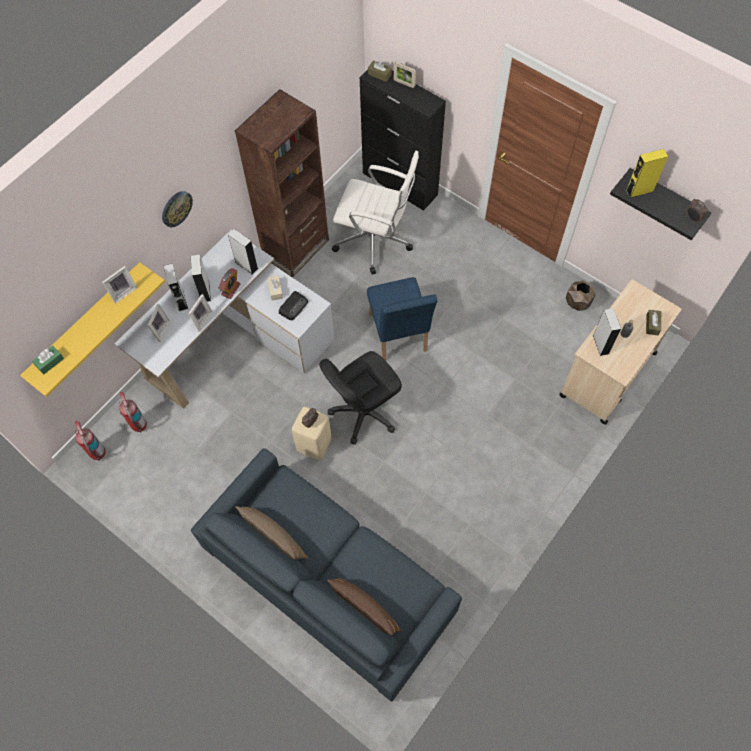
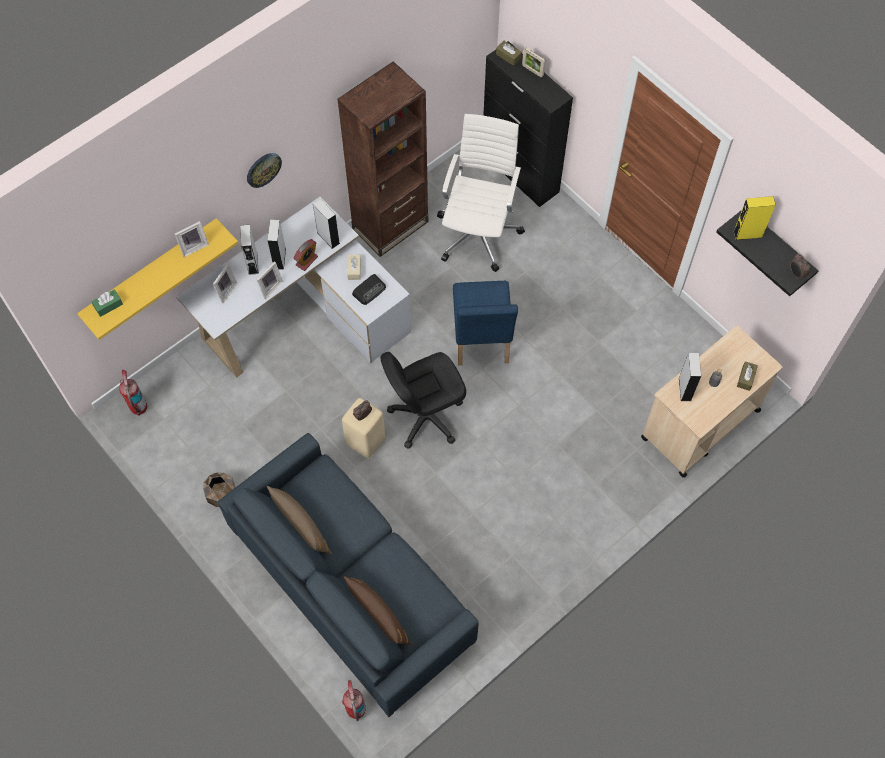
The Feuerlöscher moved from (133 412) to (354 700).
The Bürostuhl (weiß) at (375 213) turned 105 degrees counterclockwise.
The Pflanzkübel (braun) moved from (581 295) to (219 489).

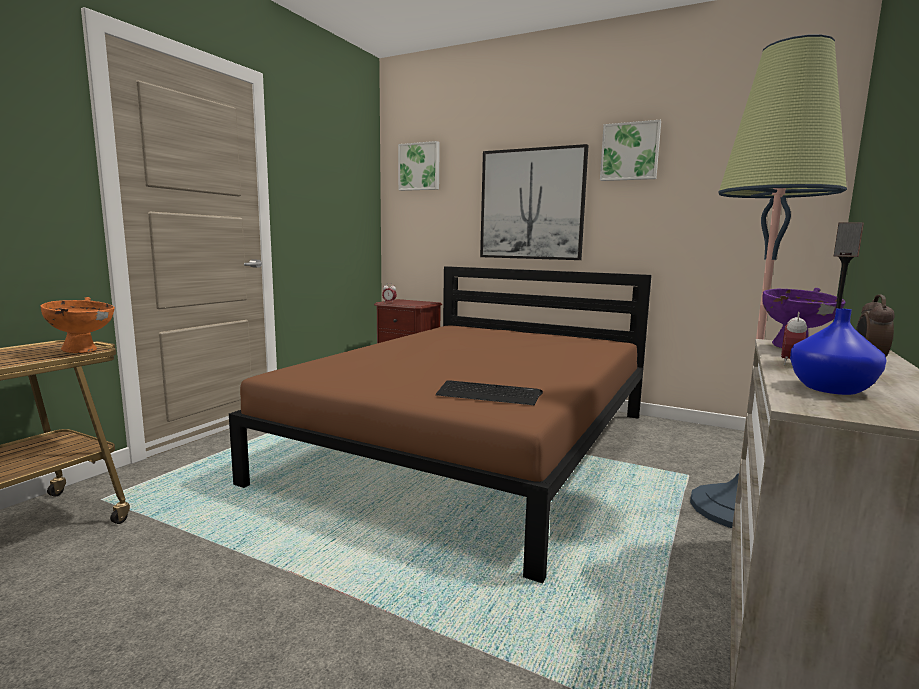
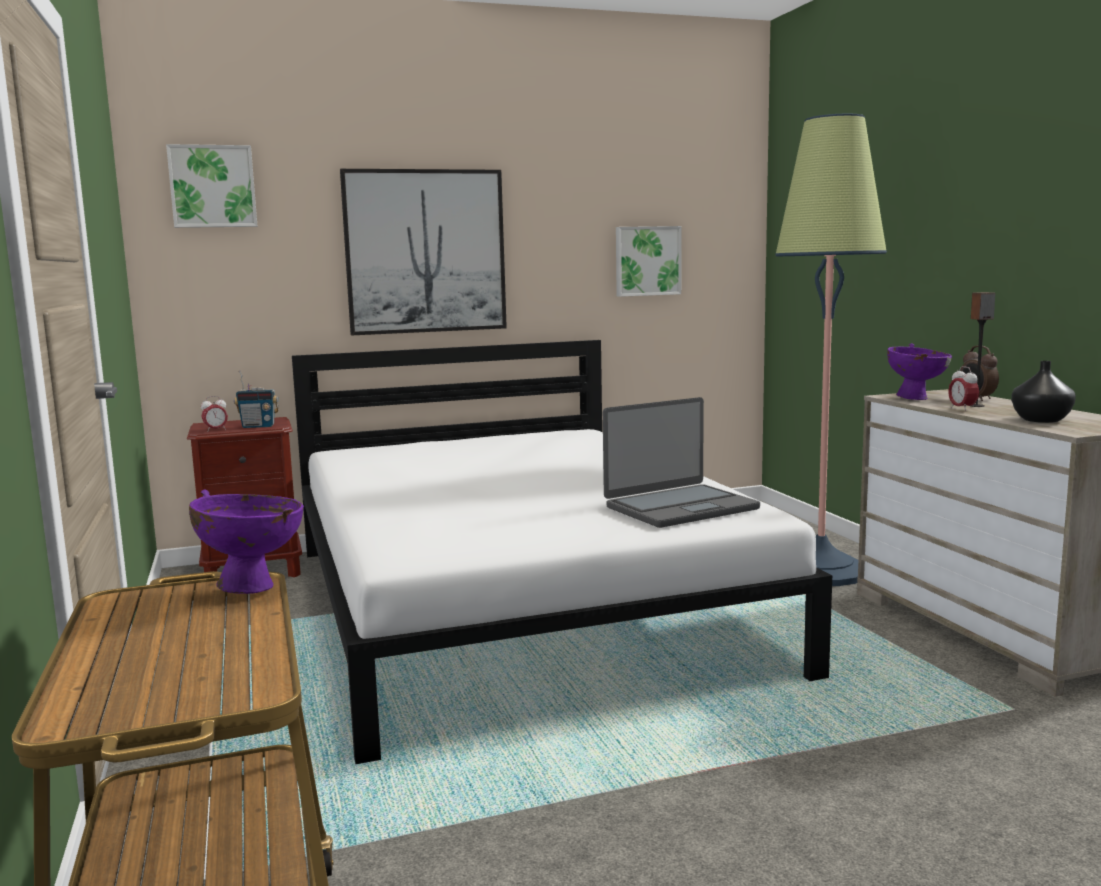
The Schüssel (orange) at (77 325) became the Schüssel (lila) at (246 541).
The Bett (braun) at (440 424) became the Bett (weiß) at (562 552).
The Tastatur at (489 393) was replaced by the Laptop at (681 462).
The Bild moved from (630 150) to (648 261).
The Vase (blau) at (838 351) became the Vase (schwarz) at (1043 392).
The Radio at (256 399) appeared.

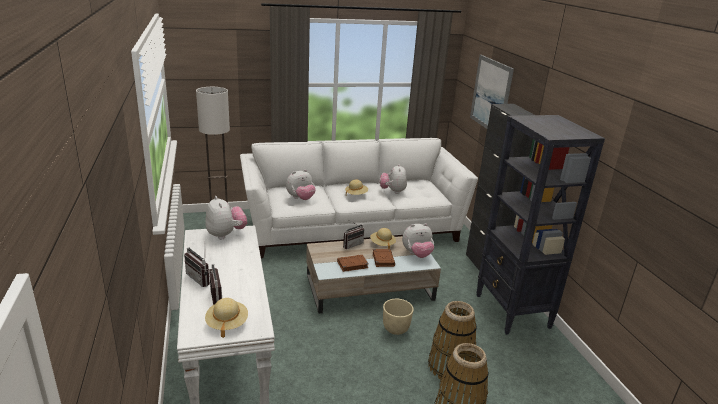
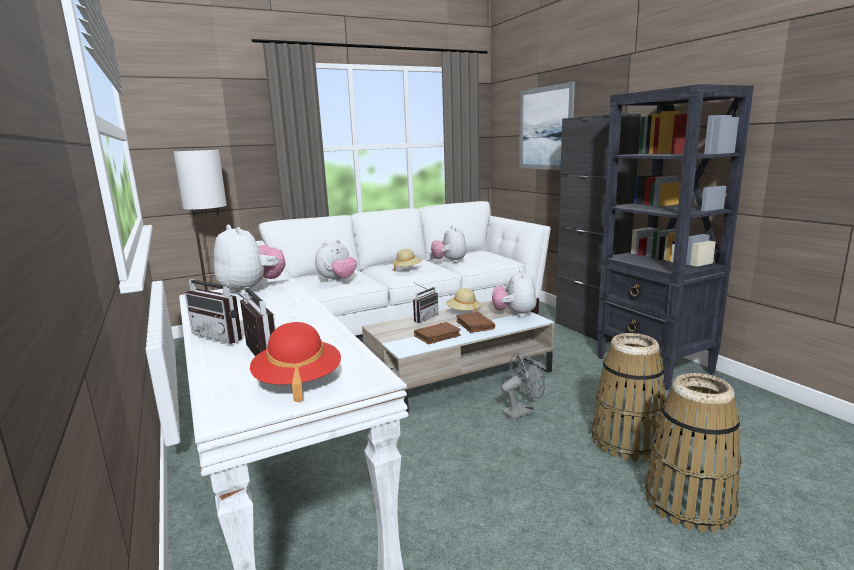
The Hut (beige) at (226 318) became the Hut (rot) at (295 362).
The Pflanzkübel (beige) at (398 317) was replaced by the Ventilator (grau) at (523 386).
The Plüschtier at (418 240) turned 120 degrees clockwise.

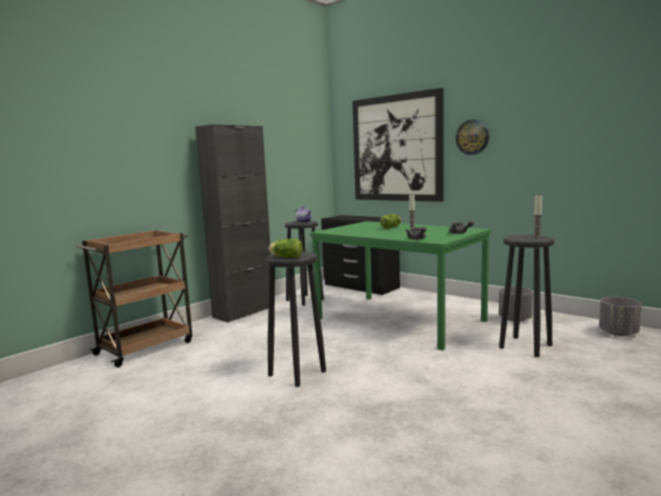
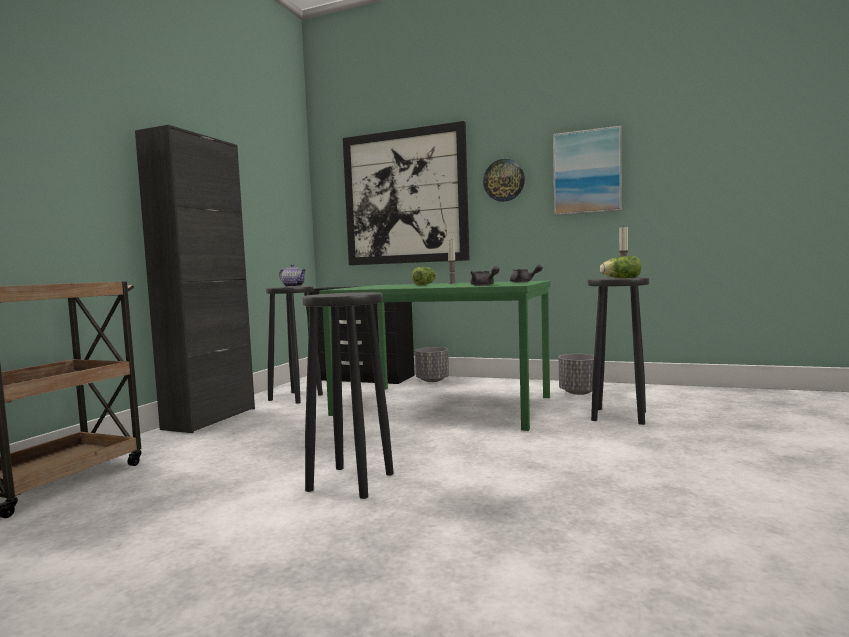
The Salatkopf moved from (285 248) to (620 267).
The Pflanzkübel (grau) moved from (620 316) to (432 364).
The Bild at (587 170) appeared.

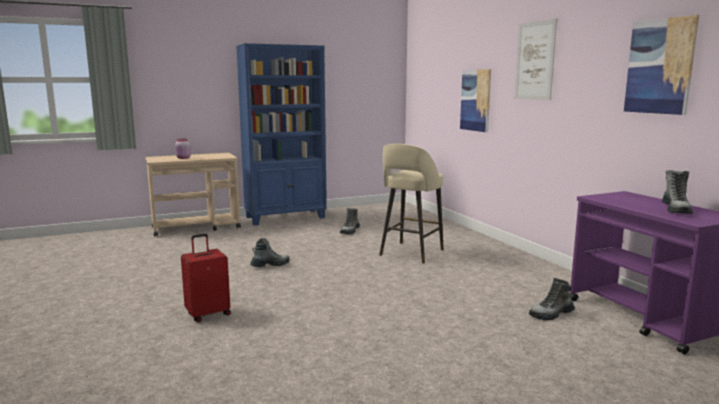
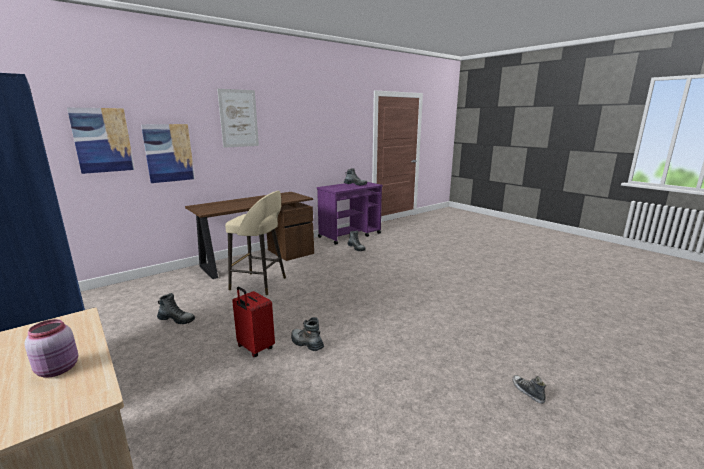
The Koffer (rot) moved from (206 278) to (253 322).
The Bild moved from (661 64) to (101 141).
The Schreibtisch (braun) at (249 235) appeared.
The Schuh at (529 389) appeared.

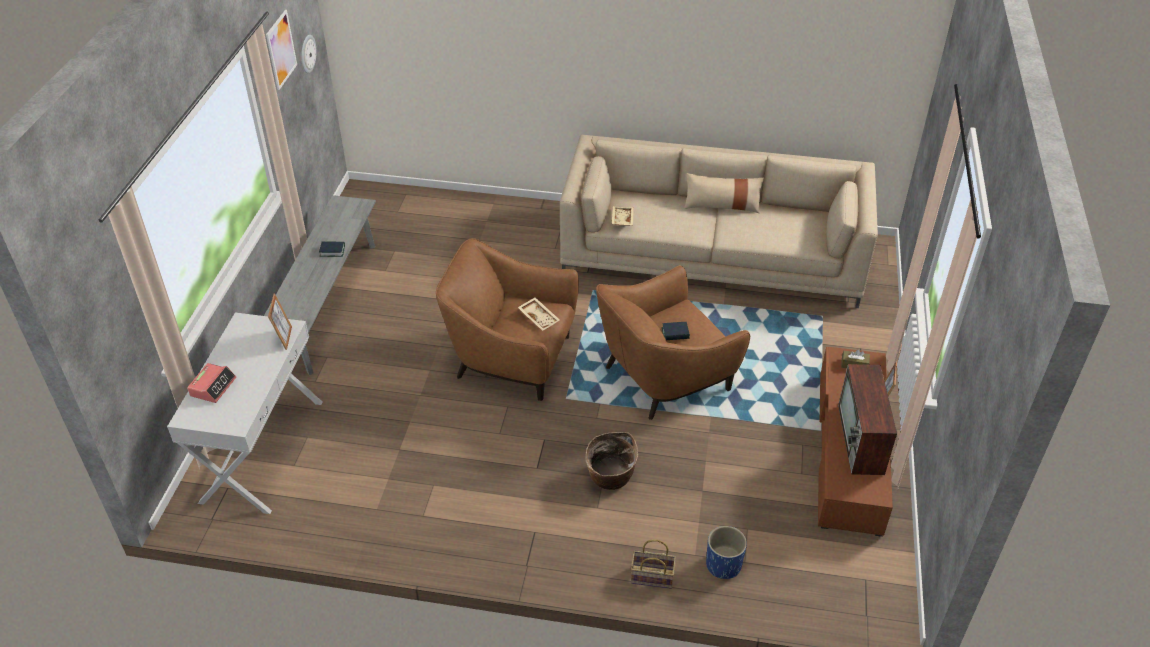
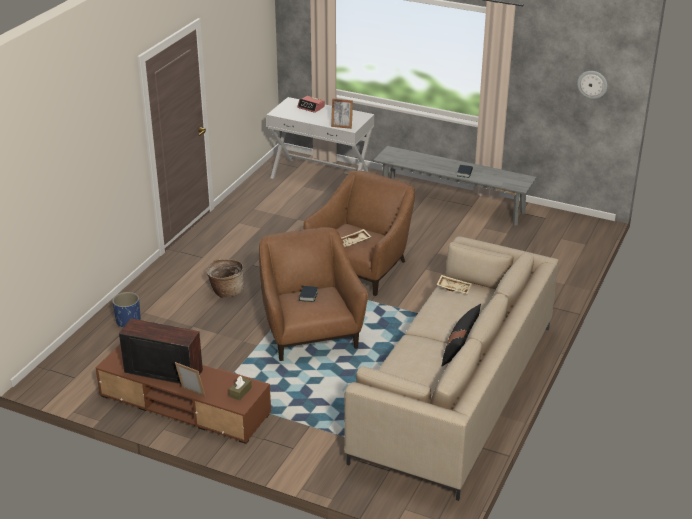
The Bild at (281 50) disappeared.
The Korb at (653 564) disappeared.
The Kissen (beige) at (724 193) became the Kissen (schwarz) at (461 335).

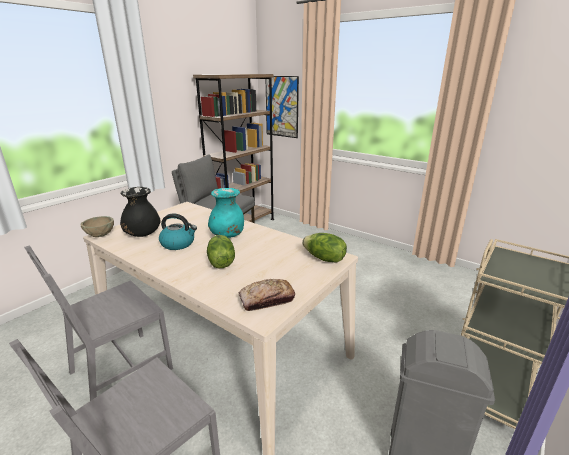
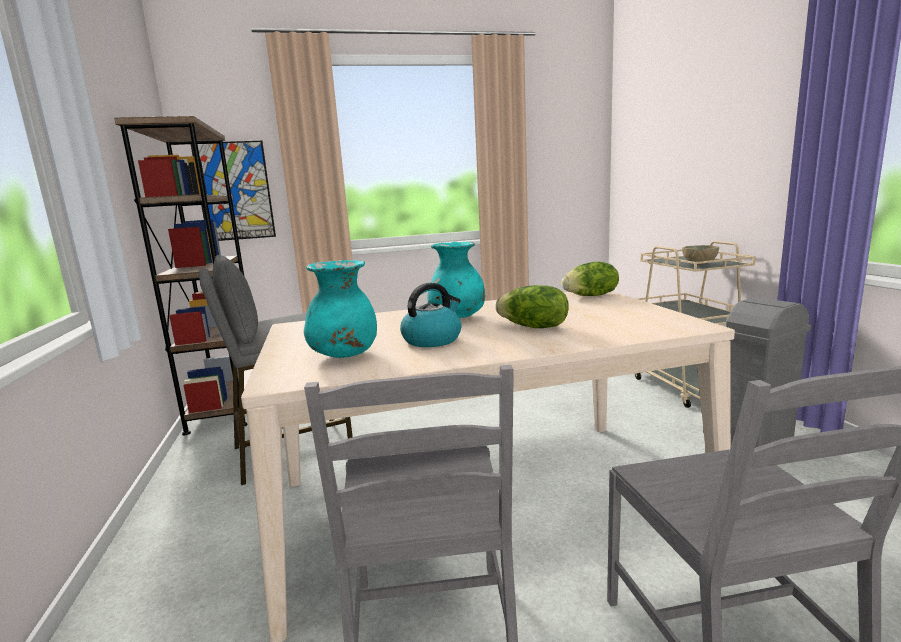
The Schüssel (beige) moved from (97 226) to (700 255).
The Vase (schwarz) at (140 212) became the Vase (türkis) at (340 309).
The Brot at (267 295) disappeared.

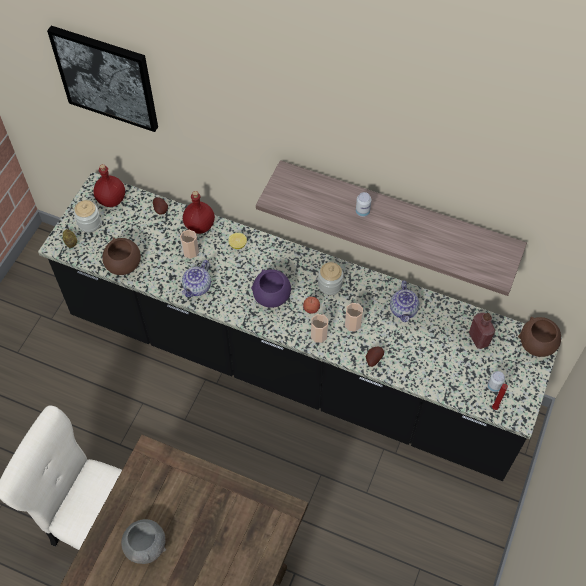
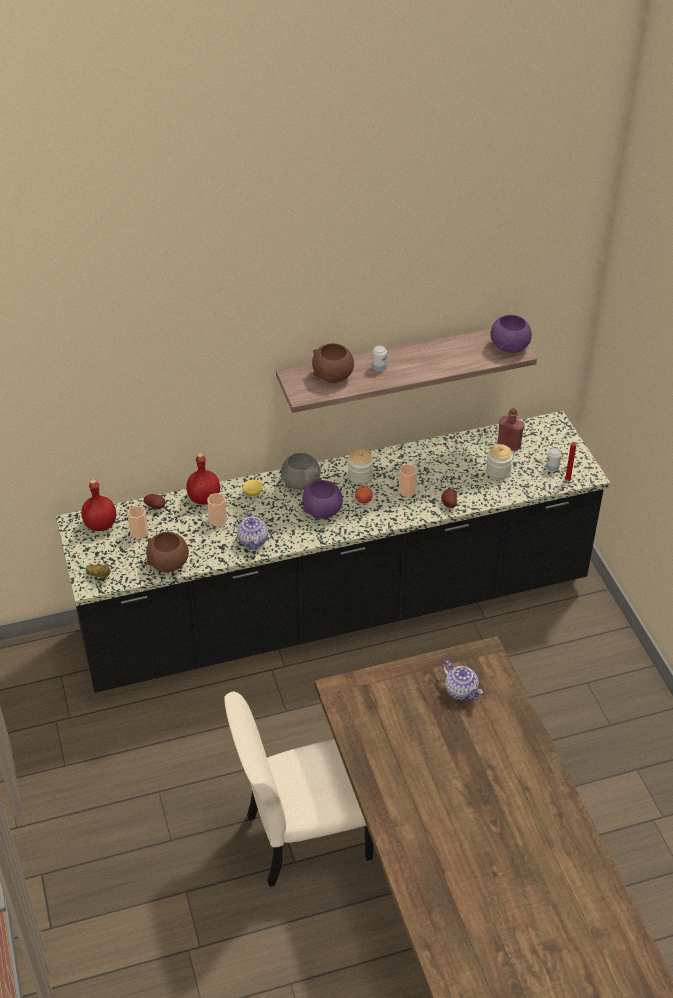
The Bild at (102 79) disappeared.
The Vorratsglas moved from (87 216) to (499 462).
The Schüssel (grau) moved from (143 541) to (301 471).
The Tasse moved from (319 328) to (137 522).
The Teekanne moved from (404 301) to (462 680).
The Schüssel (braun) moved from (539 337) to (333 363).
The Schüssel (lila) at (511 334) appeared.

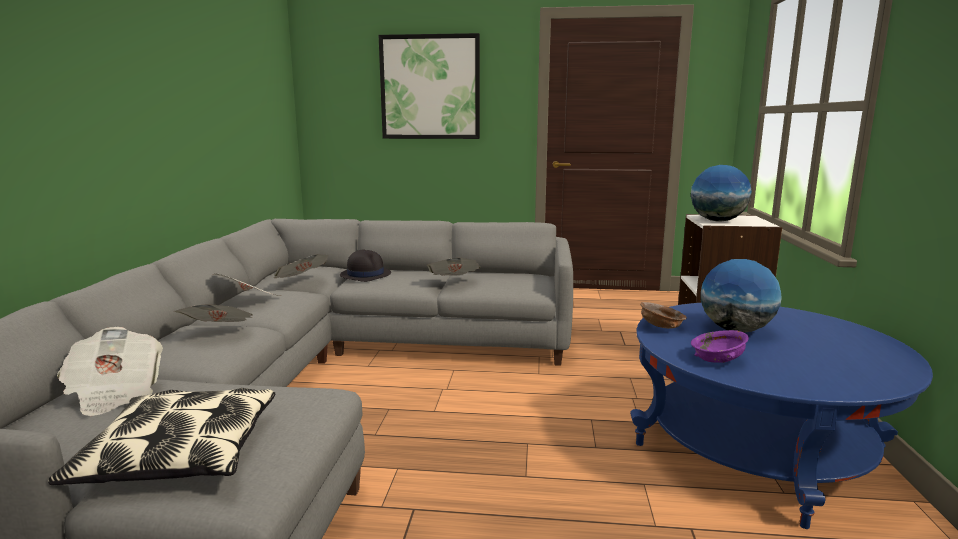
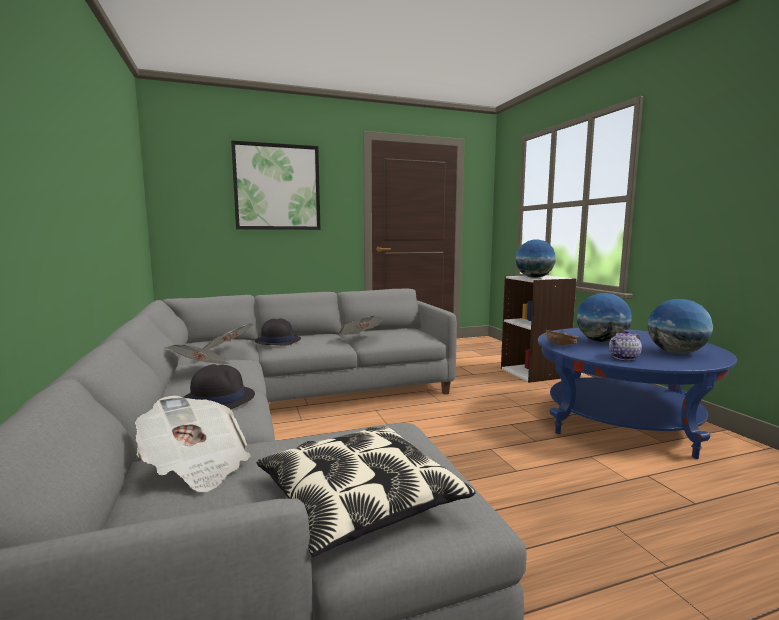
The Zeitung at (213 313) was replaced by the Hut (schwarz) at (219 386).
The Schüssel (lila) at (720 346) was replaced by the Teekanne at (625 345).
The Globus at (680 326) appeared.

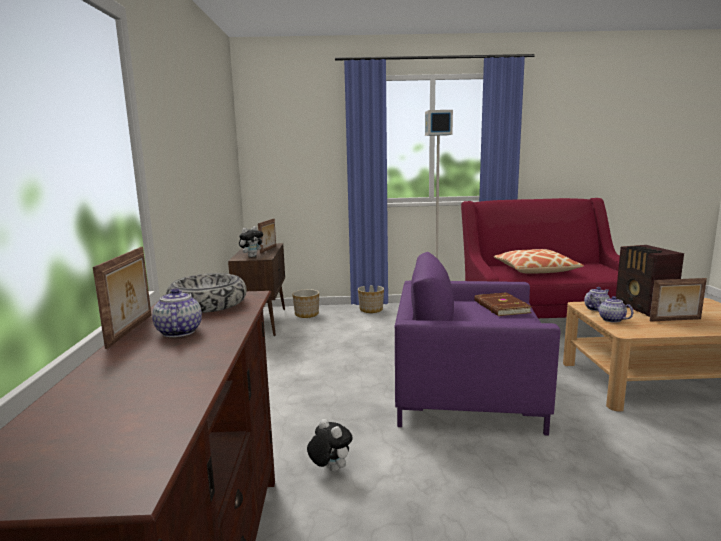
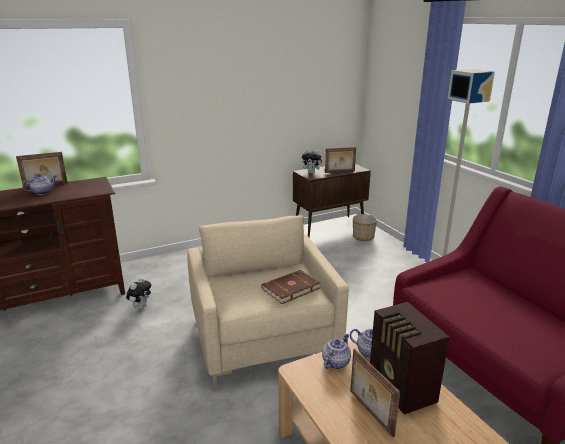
The Schüssel at (206 293) disappeared.
The Pflanzkübel at (371 299) disappeared.
The Sessel (lila) at (477 344) became the Sessel (beige) at (268 302).
The Kissen at (539 261) disappeared.
The Radio at (650 281) turned 75 degrees counterclockwise.

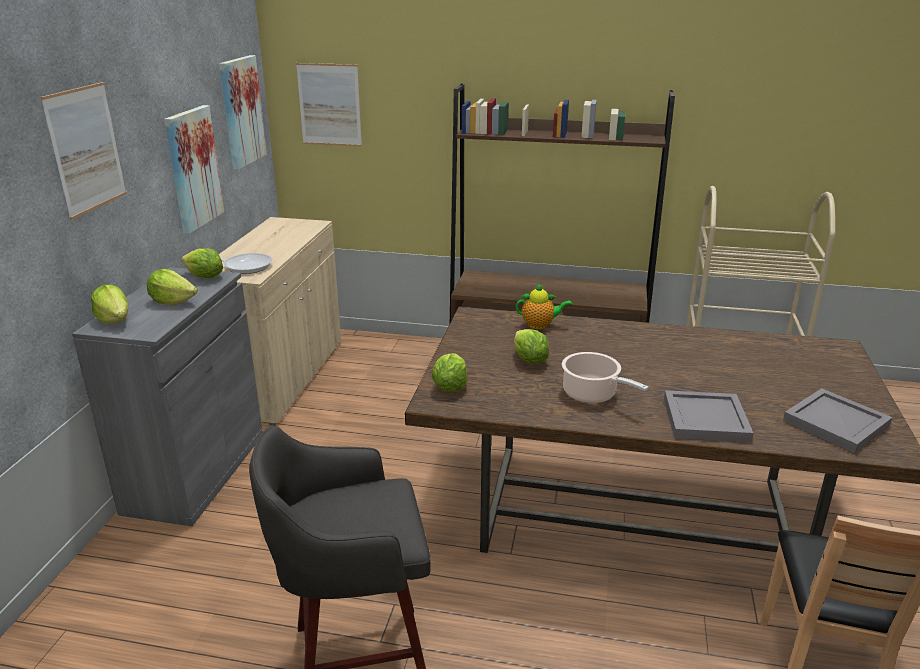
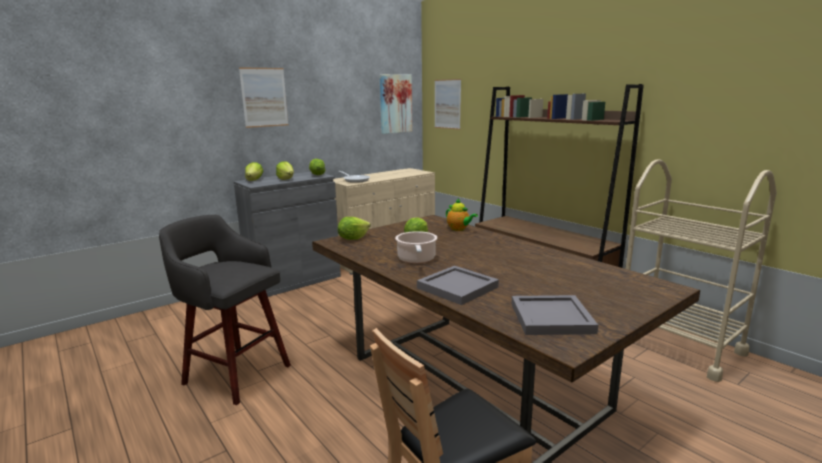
The Bild at (194 169) disappeared.

